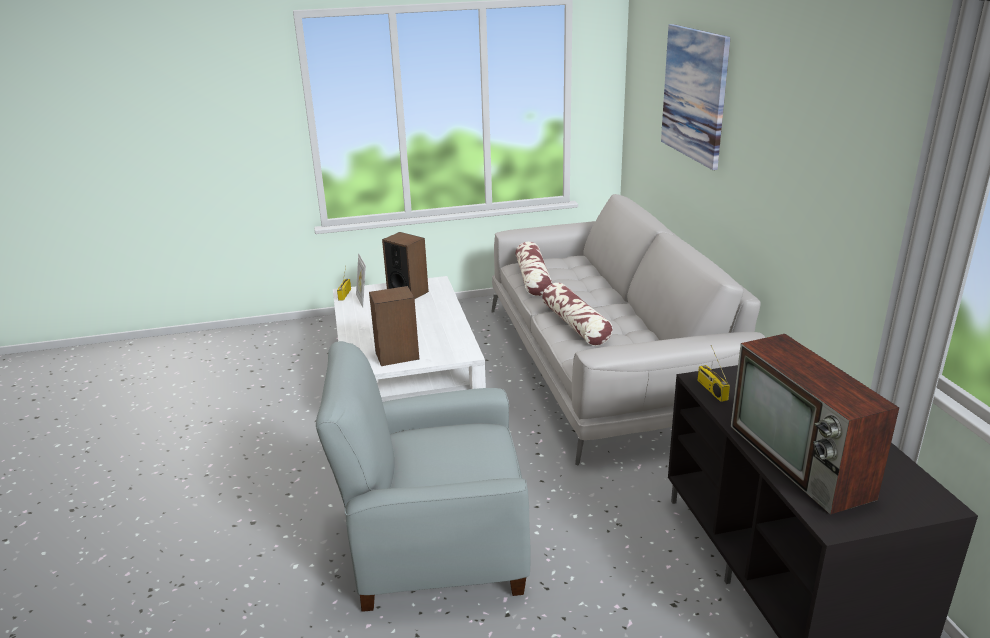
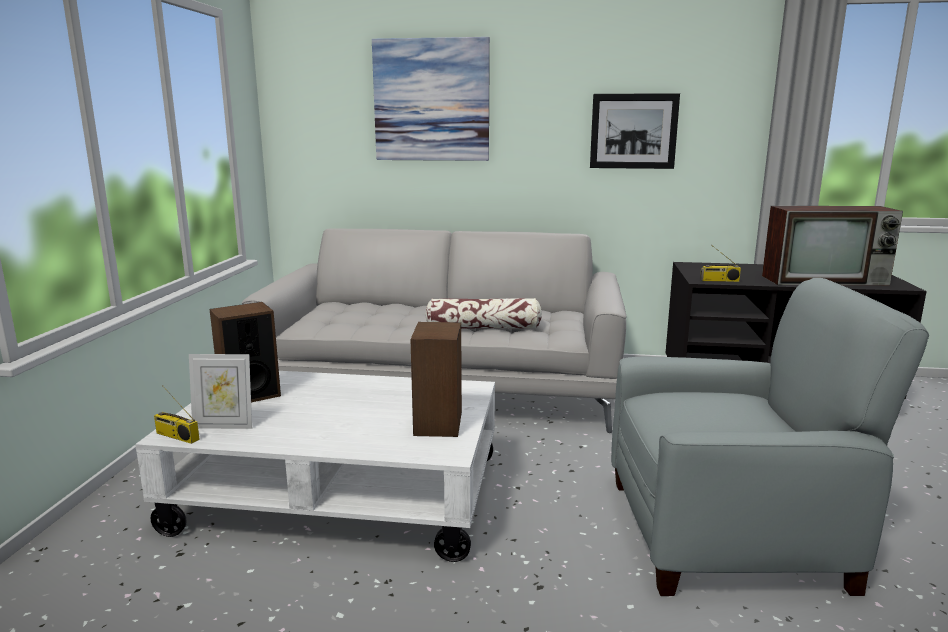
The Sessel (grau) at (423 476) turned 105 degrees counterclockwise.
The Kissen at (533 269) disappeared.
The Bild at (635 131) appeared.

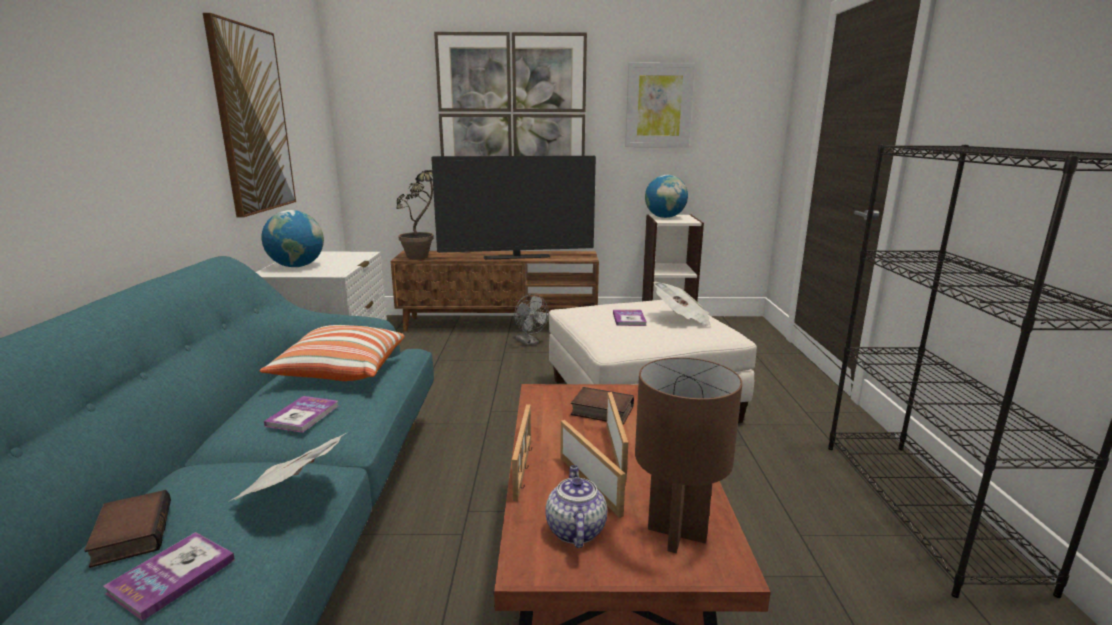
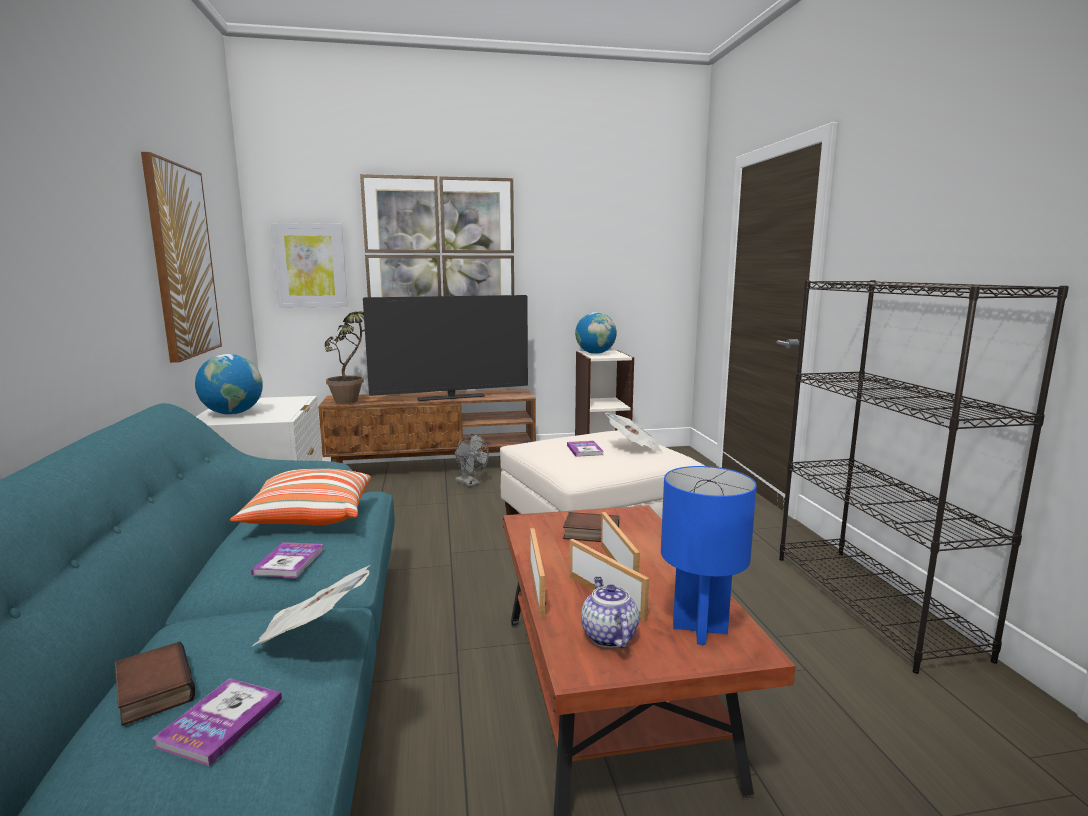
The Bild moved from (660 105) to (309 265).
The Tischlampe (braun) at (688 455) became the Tischlampe (blau) at (709 555).

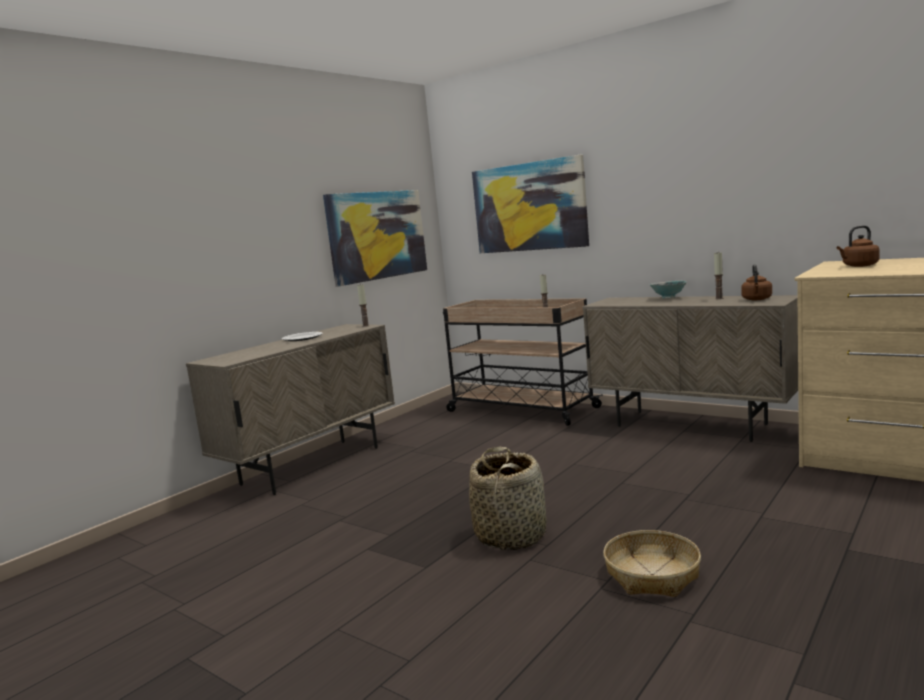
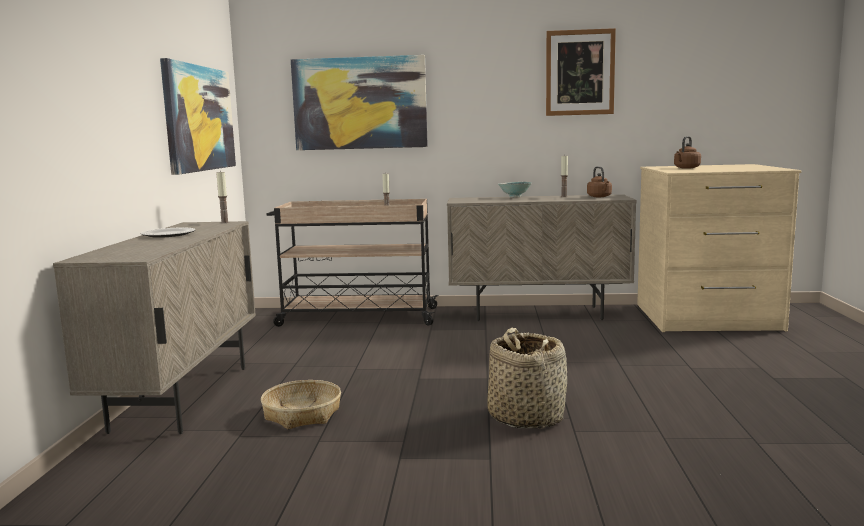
The Korb moved from (652 563) to (301 404).
The Bild at (581 72) appeared.

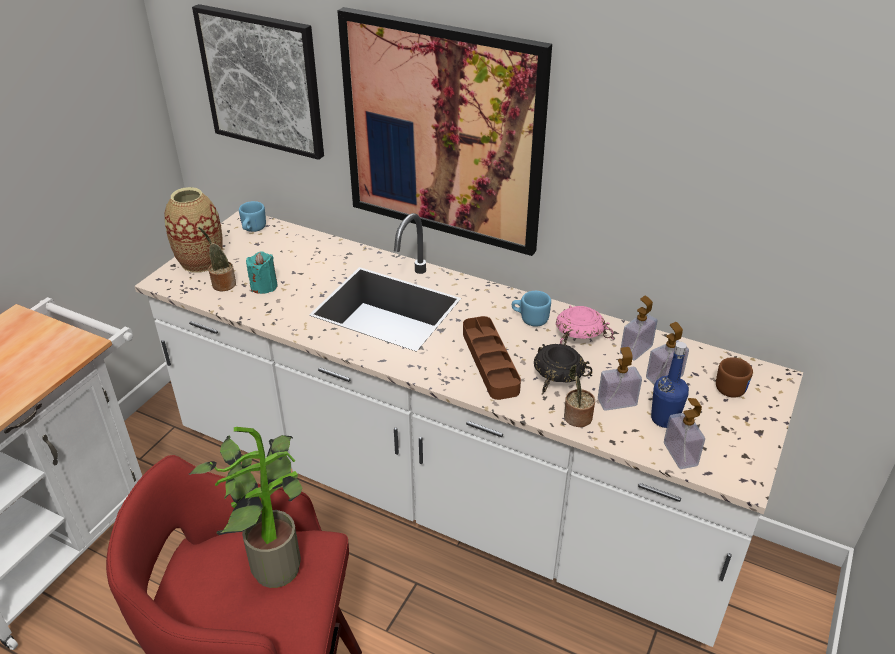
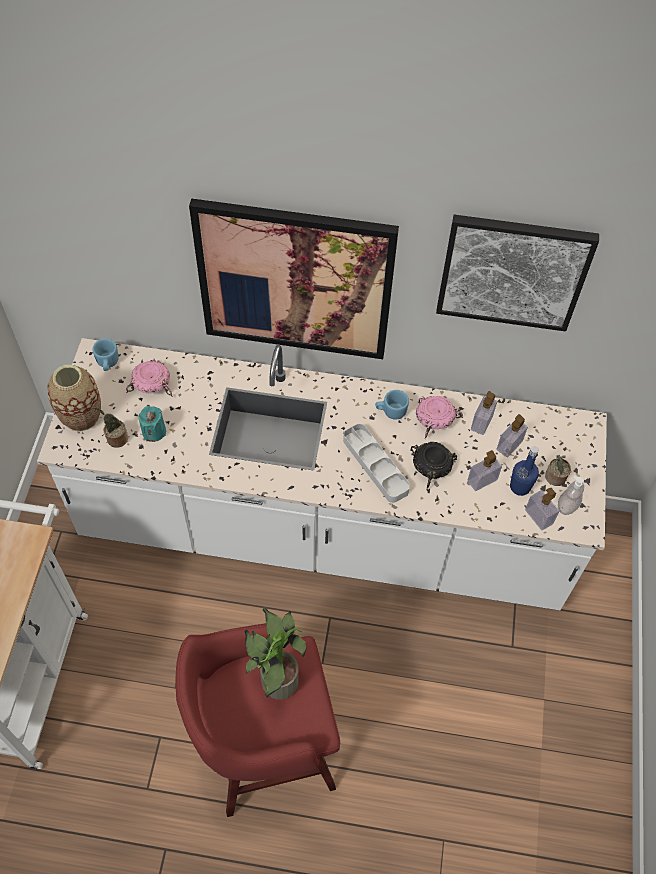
The Bild moved from (258 82) to (517 273).
The Tablett (braun) at (492 358) became the Tablett (grau) at (376 463).
The Topfpflanze moved from (579 396) to (558 470).
The Henkelbecher (braun) at (734 377) disappeared.
The Schüssel (rosa) at (149 377) appeared.
The Seifenspender at (571 495) appeared.

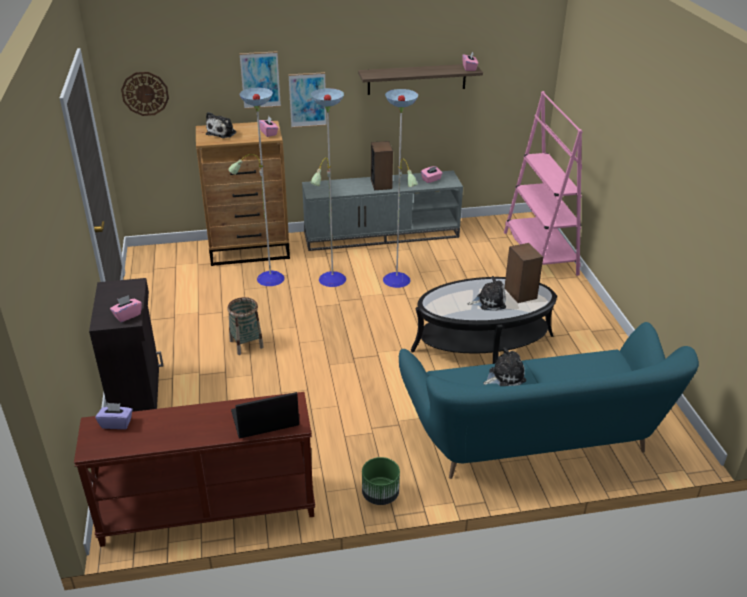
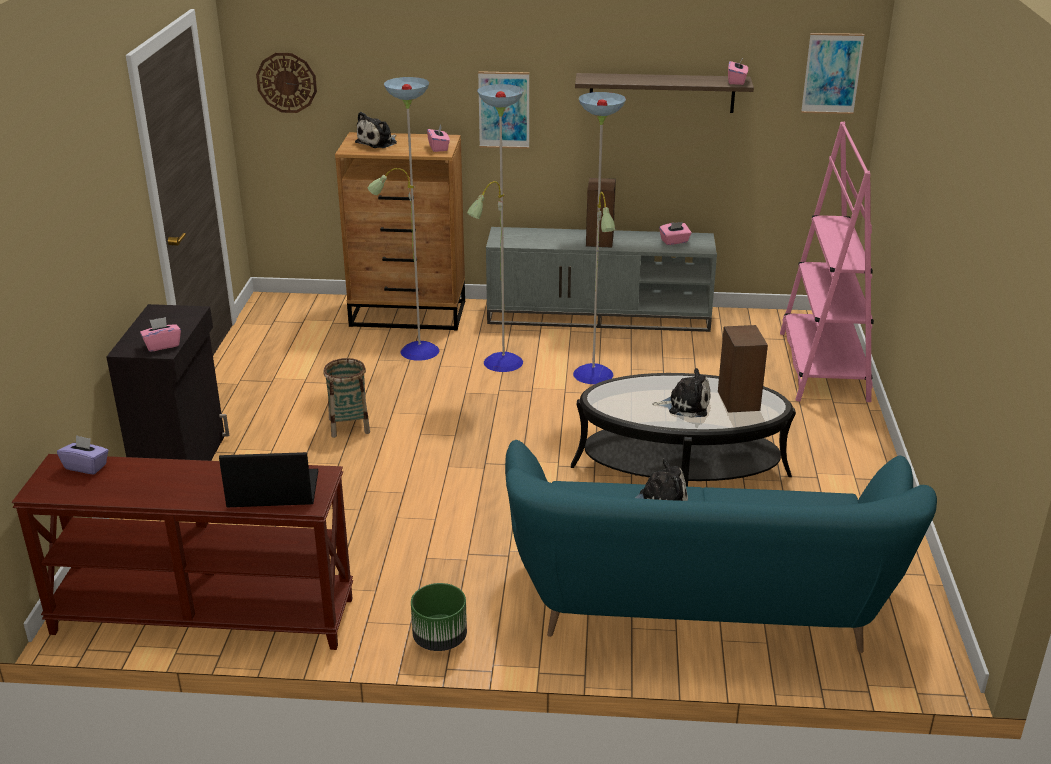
The Bild moved from (260 80) to (833 73).

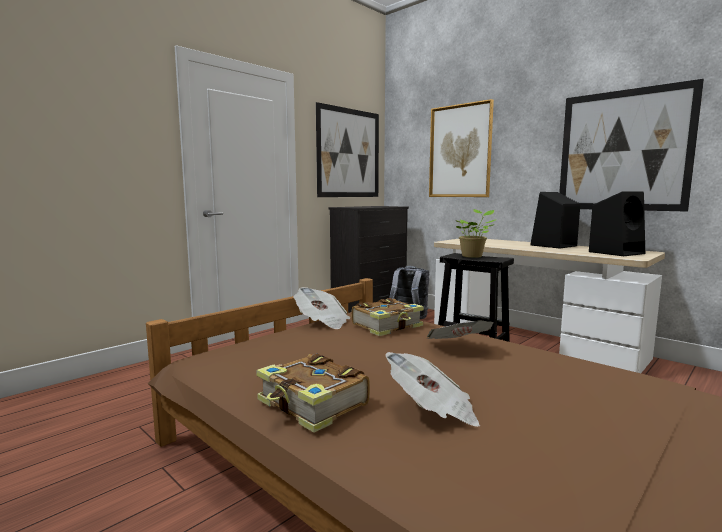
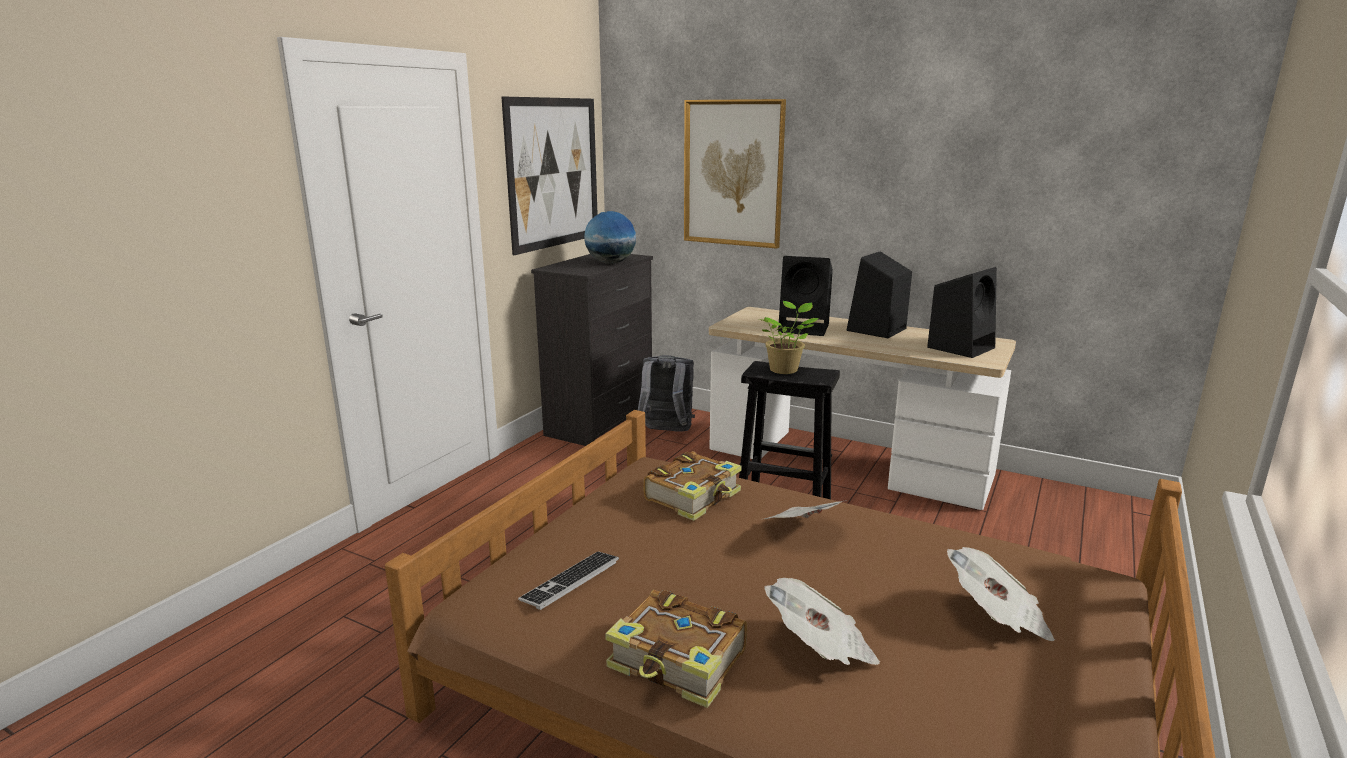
The Zeitung moved from (322 308) to (1001 594).
The Bild at (631 145) disappeared.
The Tastatur at (568 580) appeared.
The Globus at (610 237) appeared.
The Lautsprecher (schwarz) at (805 296) appeared.

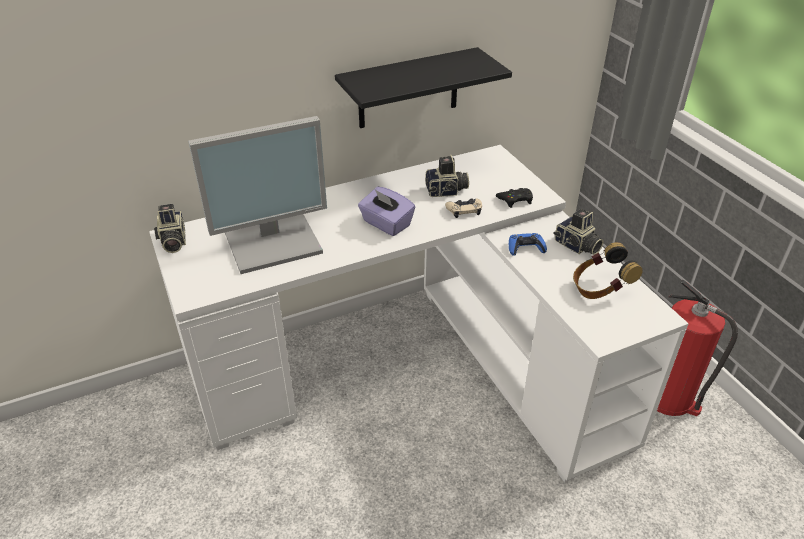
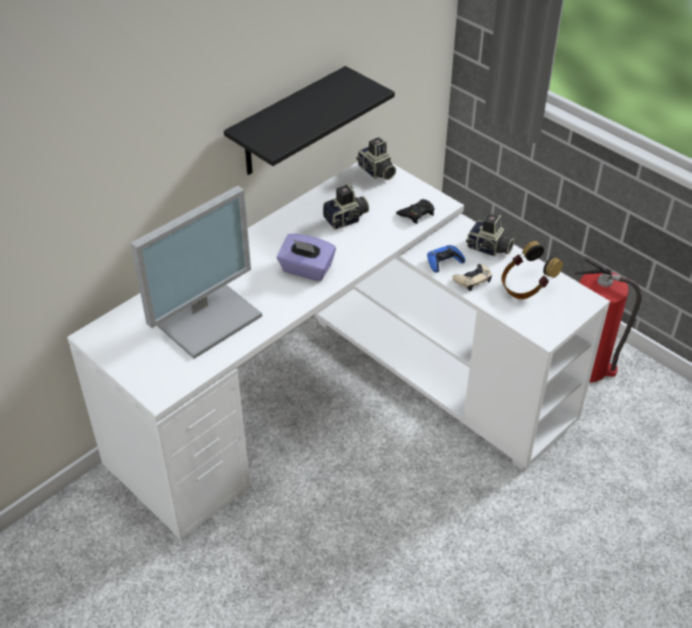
The Kamera moved from (170 228) to (376 158).
The Gamepad (beige) moved from (463 208) to (472 277).

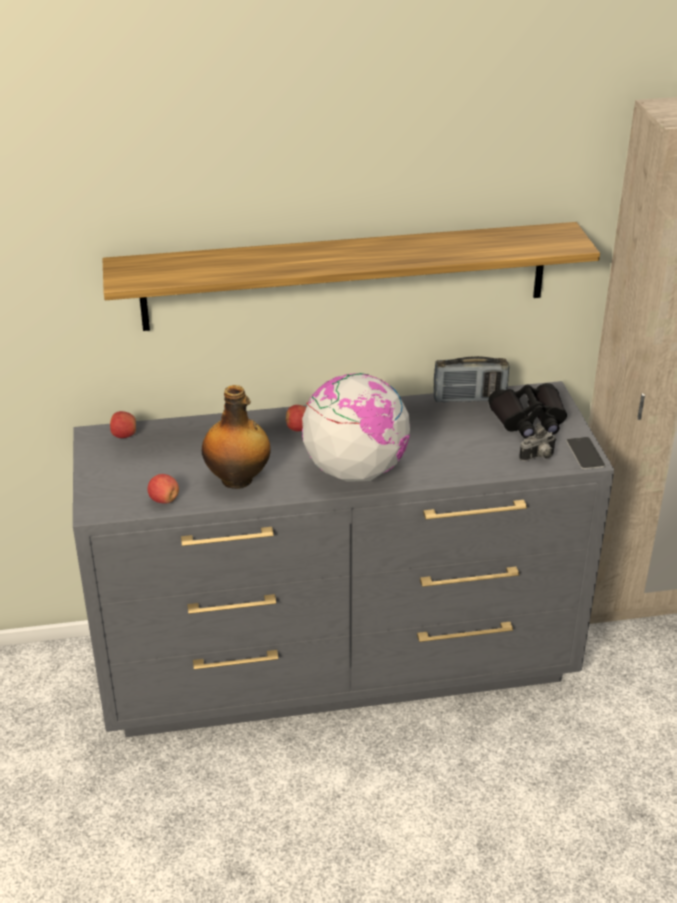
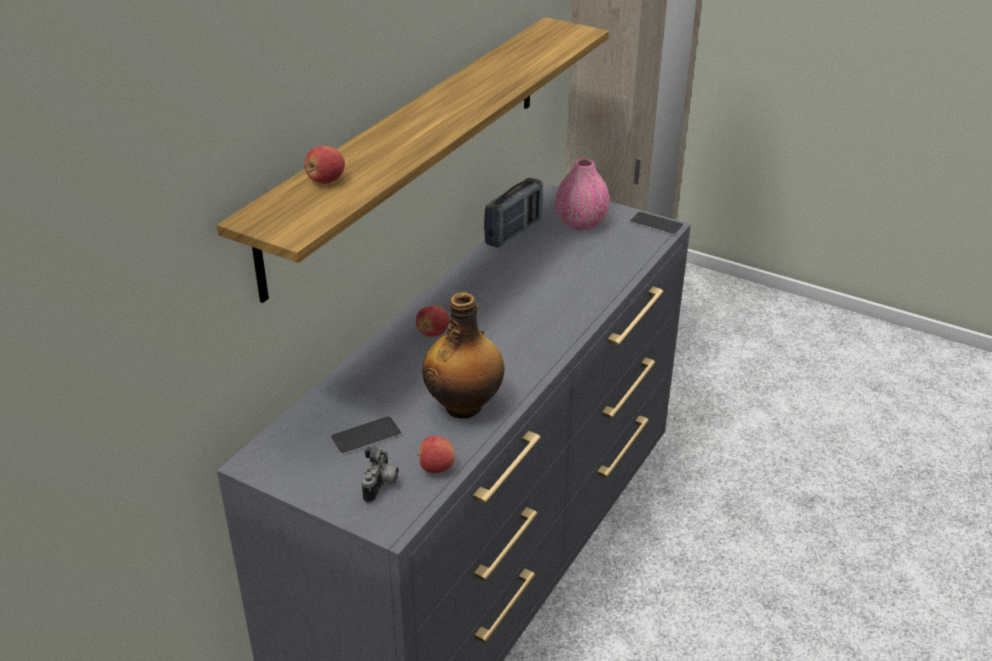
The Apfel moved from (123 424) to (324 165).
The Globus at (356 427) disappeared.
The Fernglas (schwarz) at (527 410) was replaced by the Vase (rosa) at (582 194).
The Kamera moved from (537 442) to (380 475).
The Handy at (366 435) appeared.

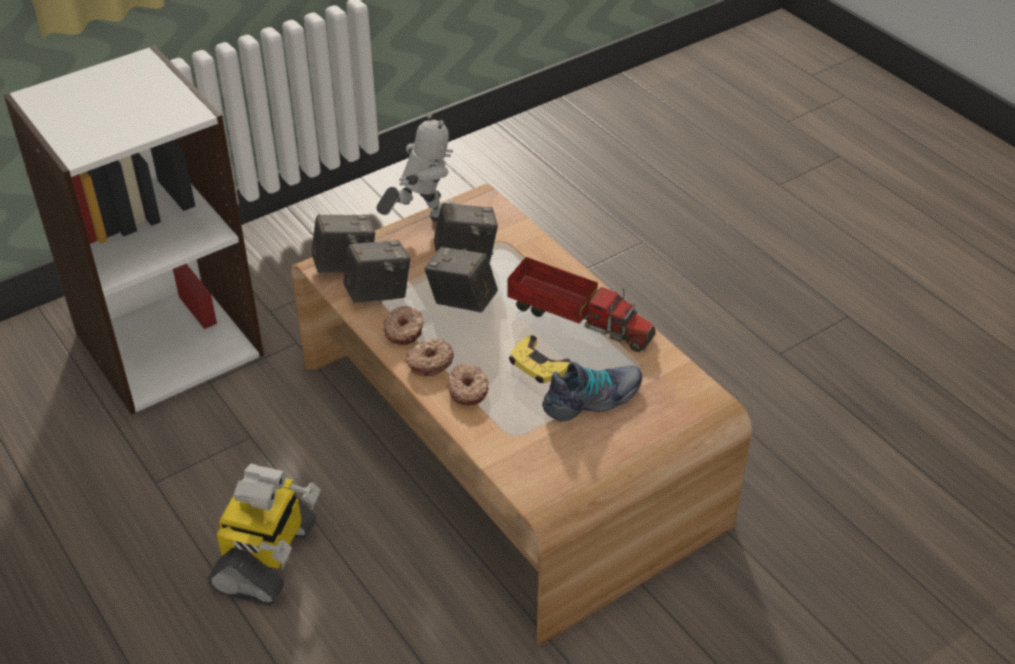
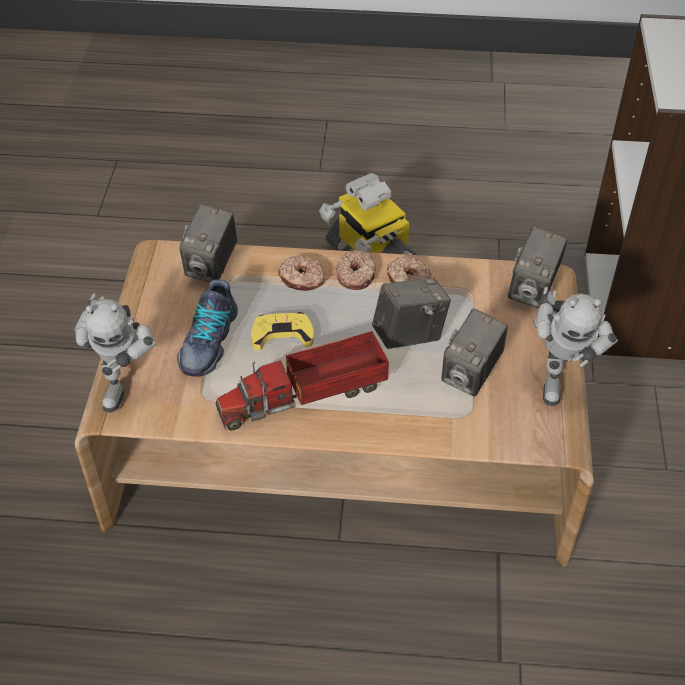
The Kamera moved from (376 271) to (208 243).
The Spielzeugroboter at (115 353) appeared.

